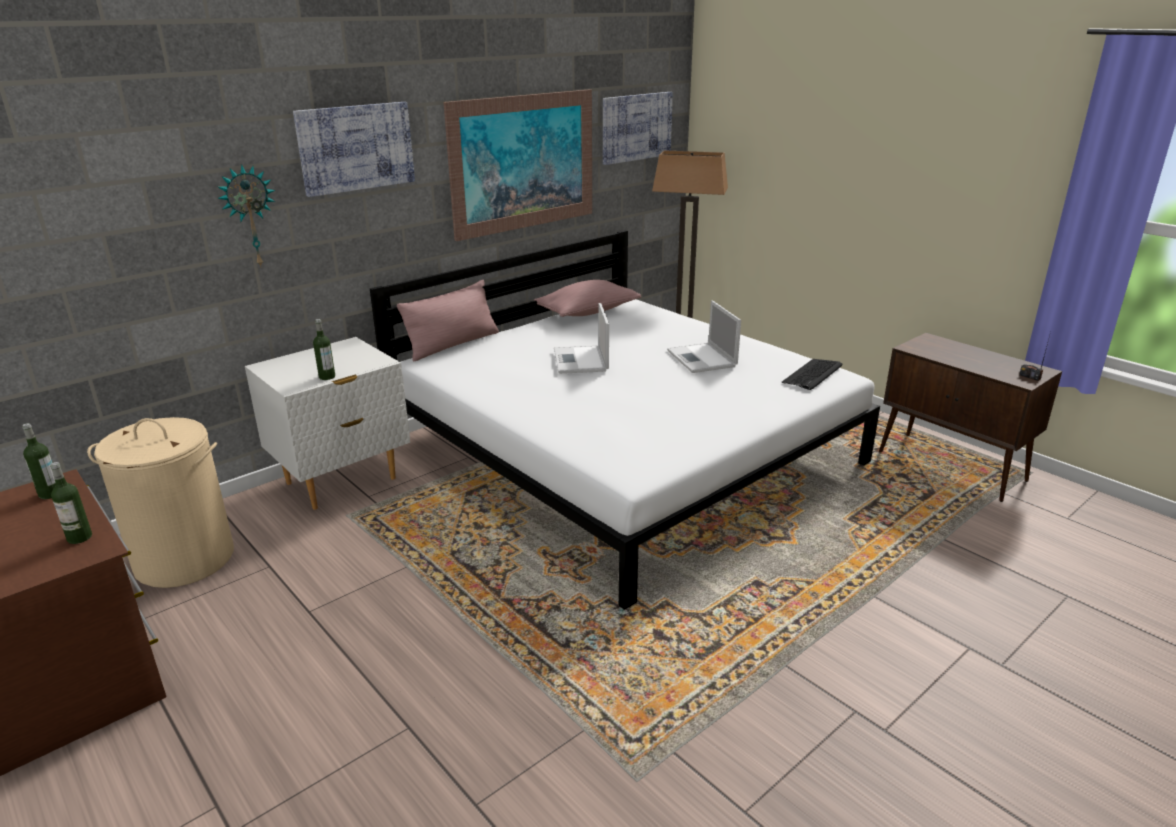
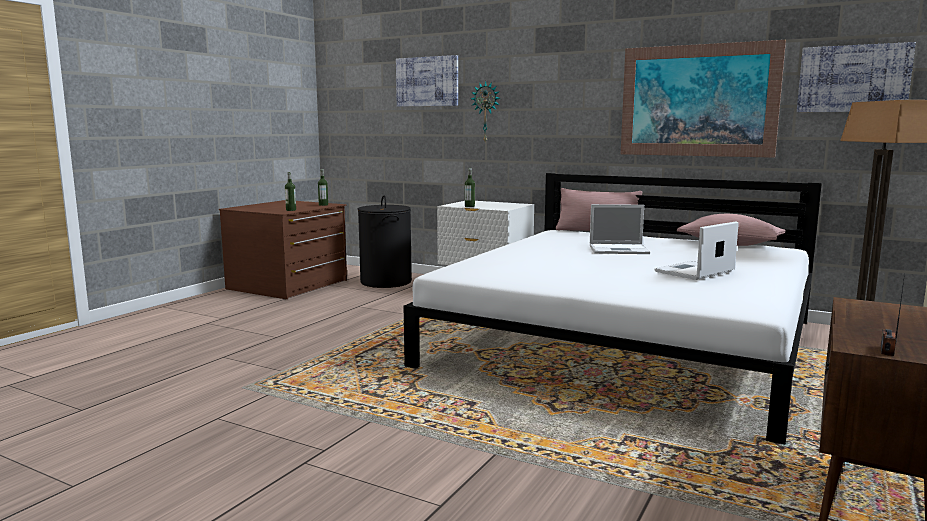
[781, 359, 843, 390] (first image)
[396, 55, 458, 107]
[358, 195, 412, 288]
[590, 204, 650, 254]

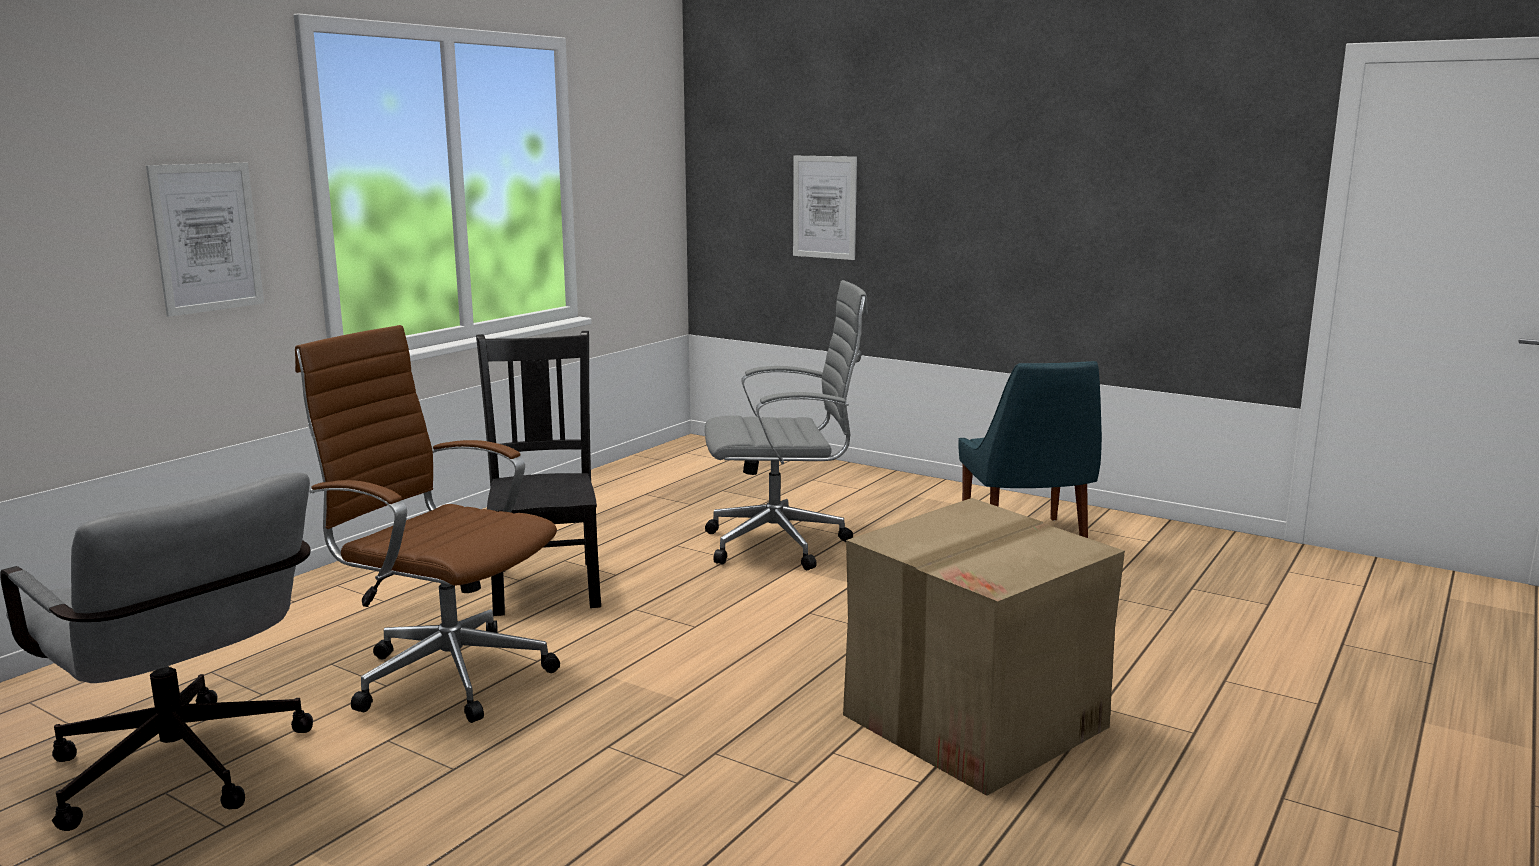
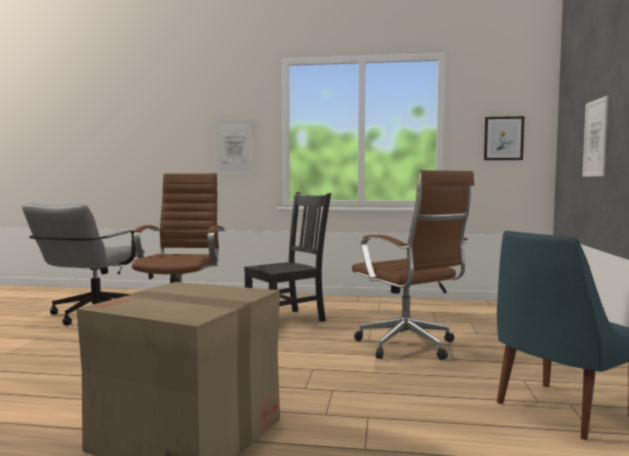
[484, 116, 524, 160]
[352, 170, 474, 360]

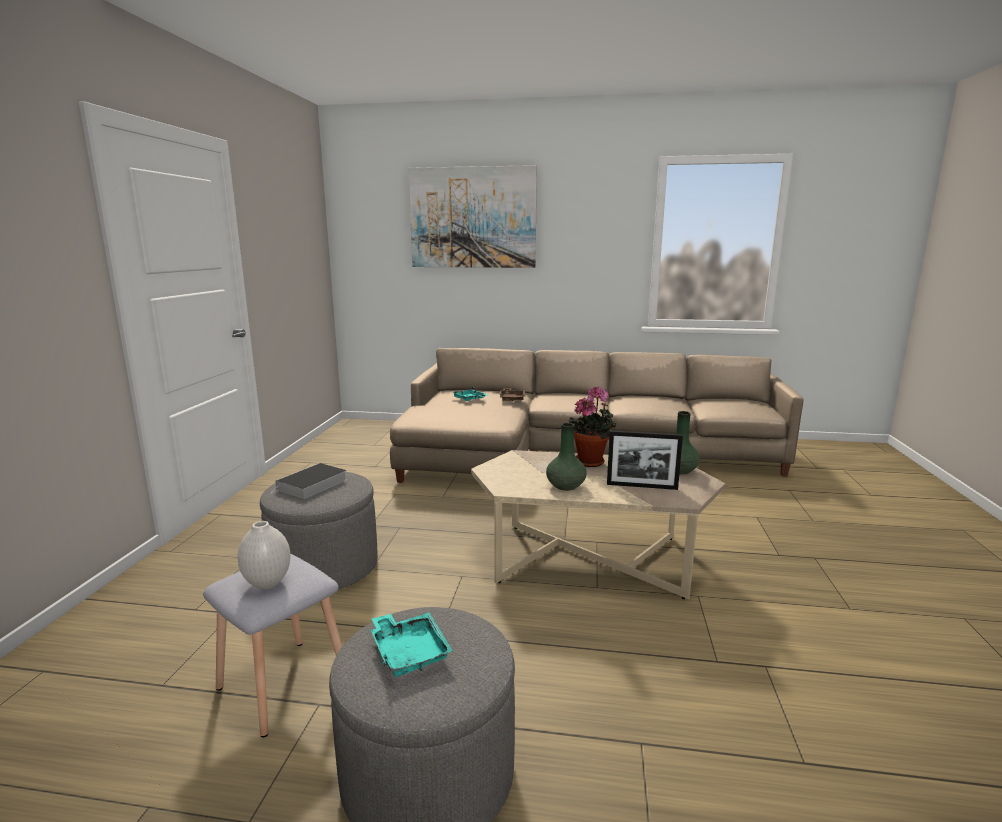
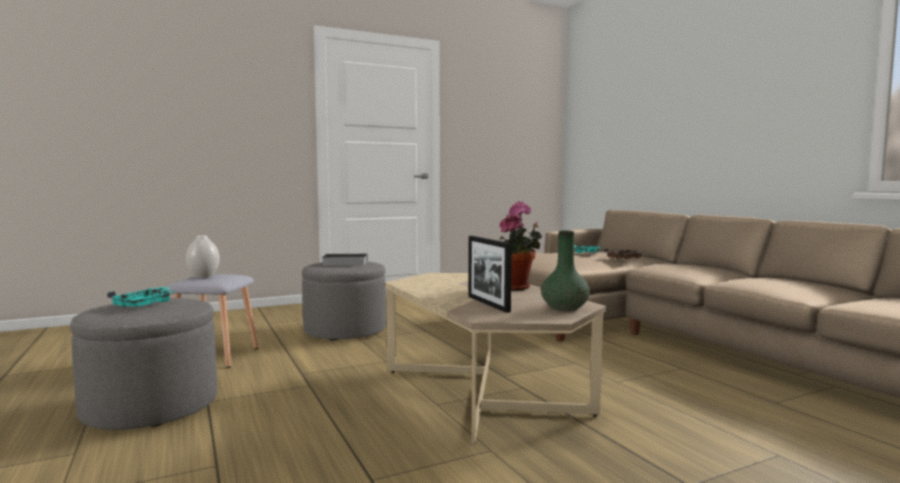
[408, 165, 537, 268] (first image)
[546, 423, 587, 491] (first image)

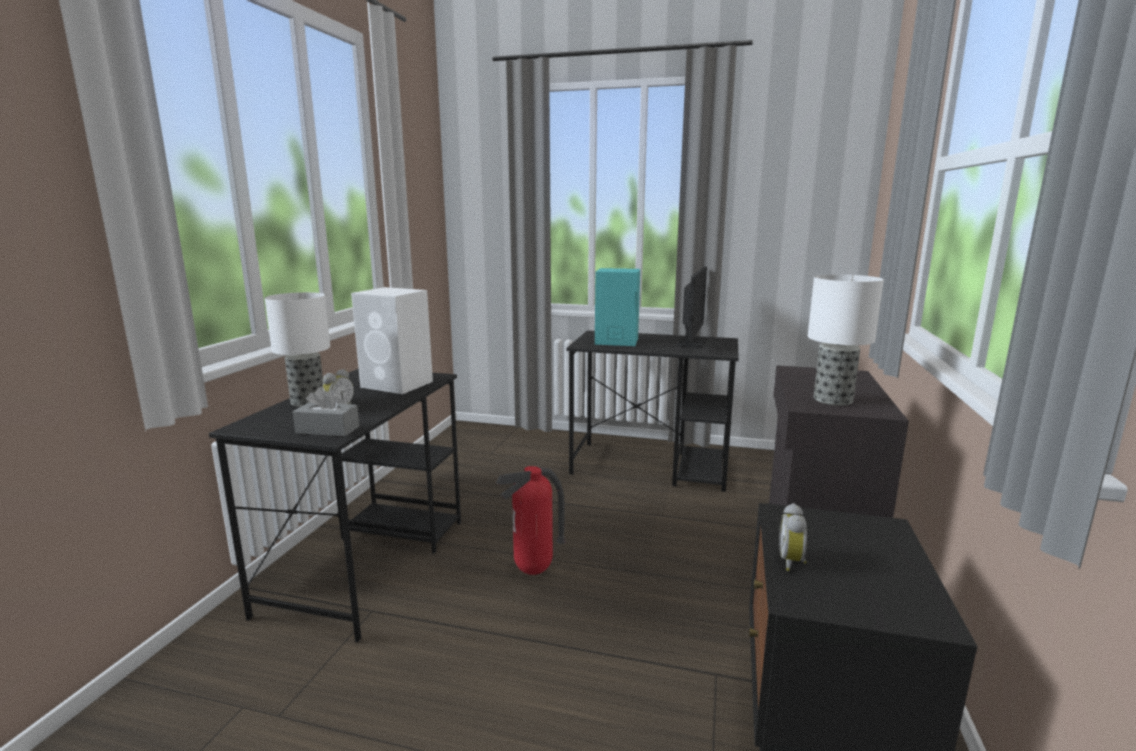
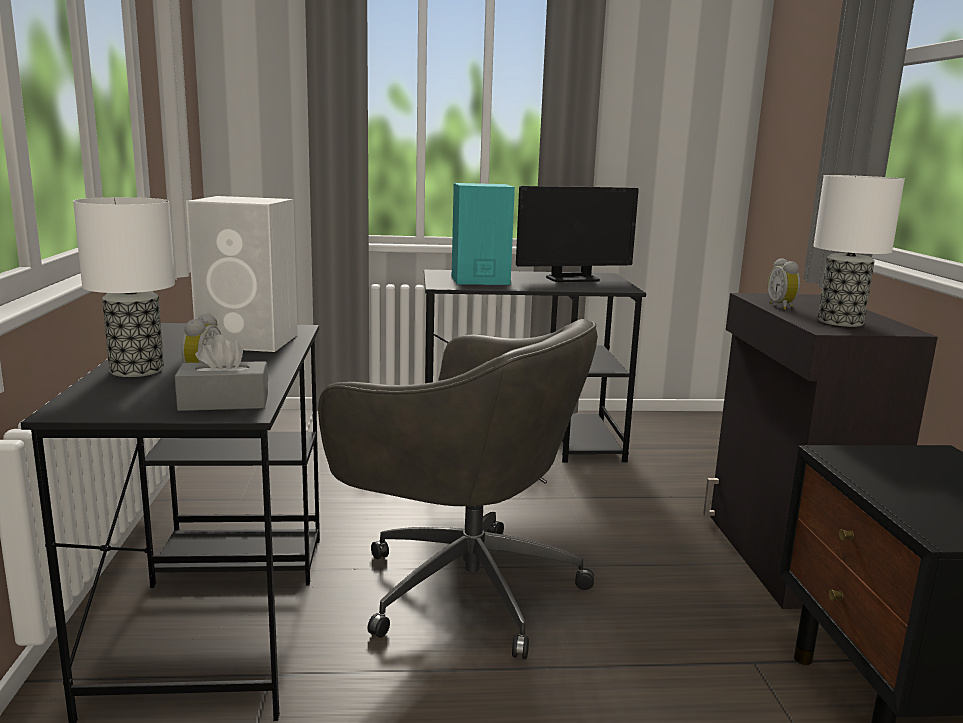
[768, 258, 800, 310]
[318, 319, 598, 659]
[516, 186, 639, 282]

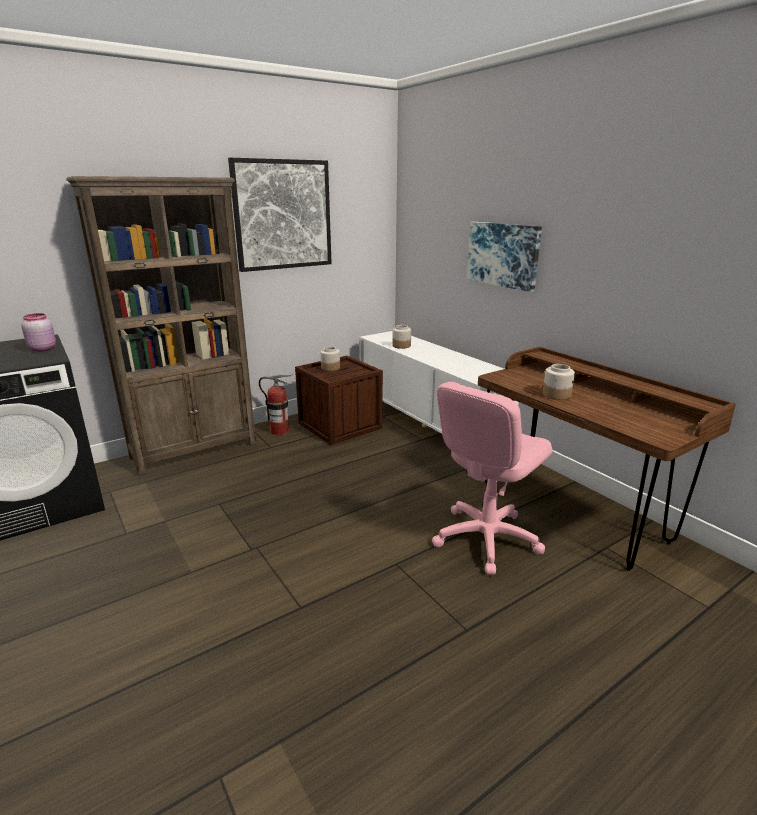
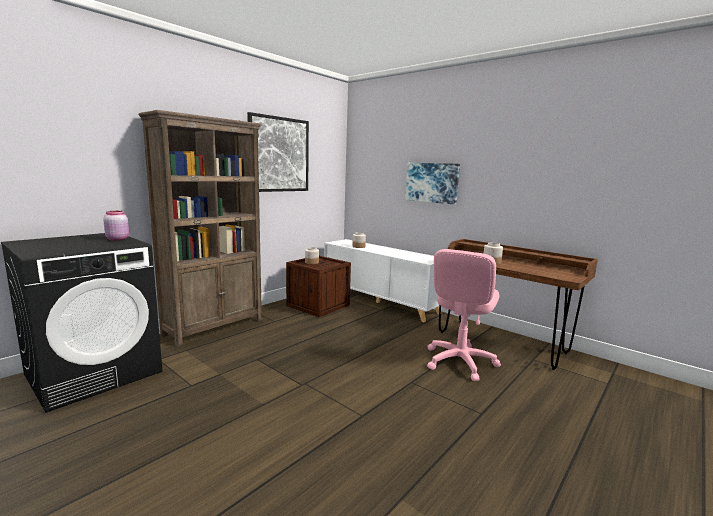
[259, 374, 293, 435] (first image)

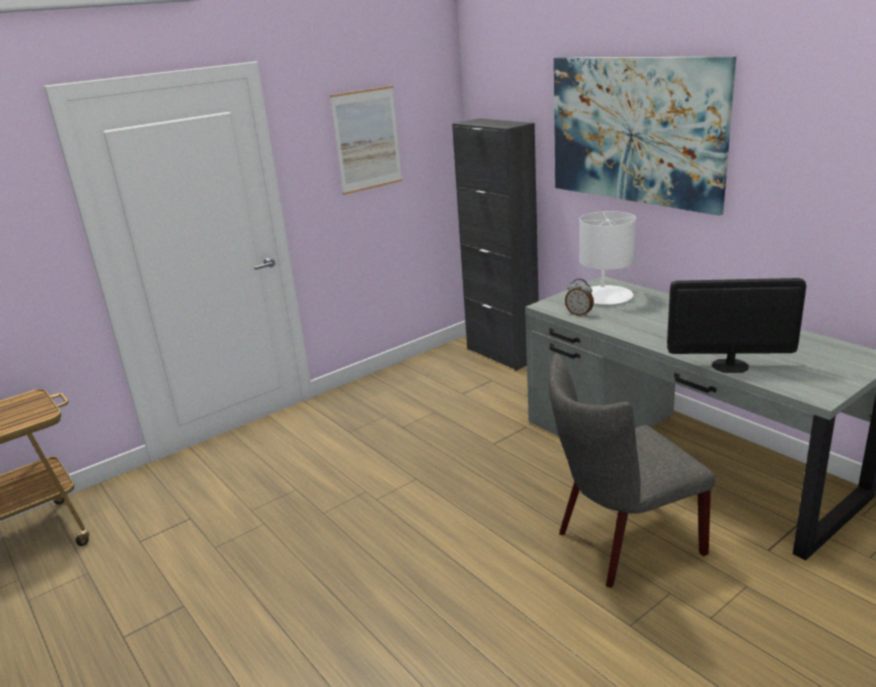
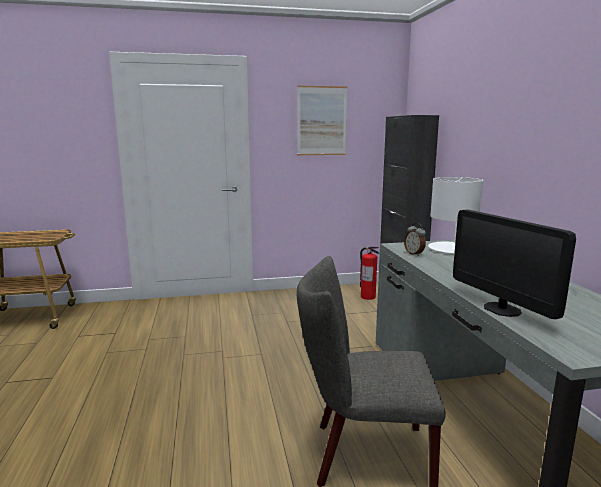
[554, 56, 736, 216] (first image)
[360, 247, 379, 300]
[453, 209, 576, 319]

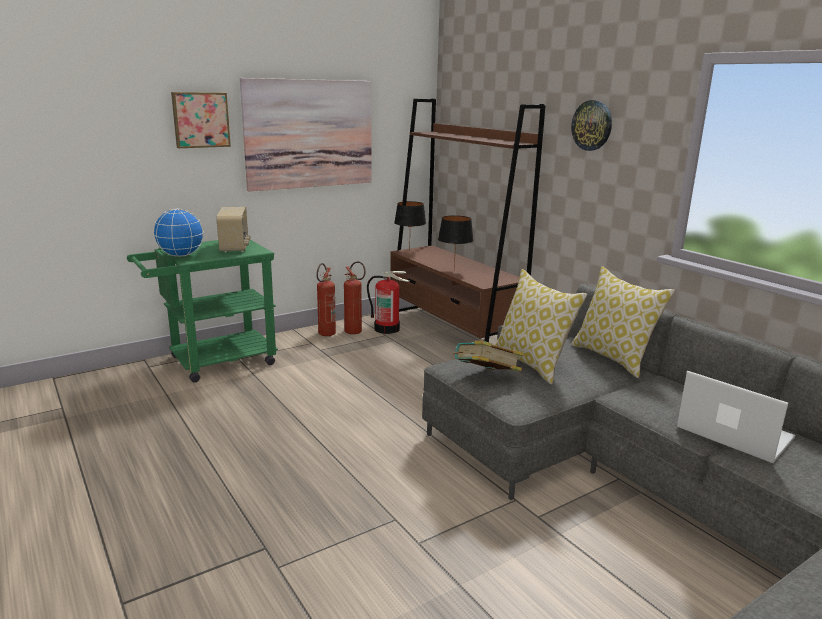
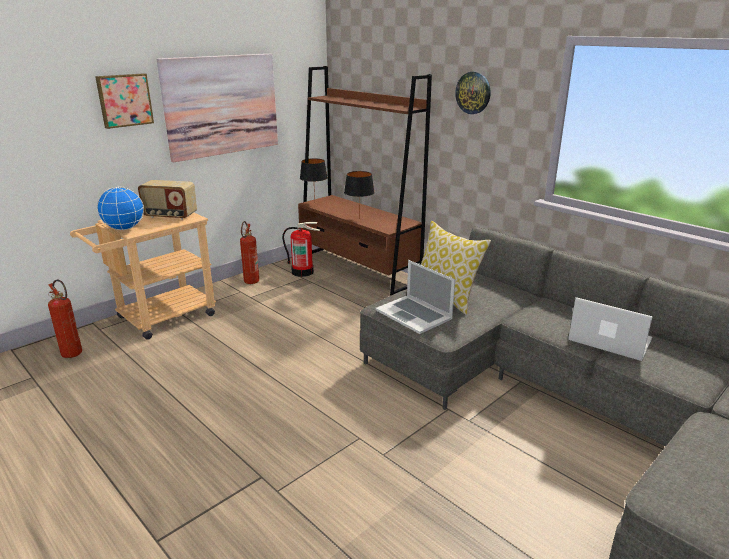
[571, 266, 675, 378] (first image)
[48, 279, 82, 358]
[376, 260, 455, 334]
[70, 213, 216, 340]
[138, 180, 197, 220]

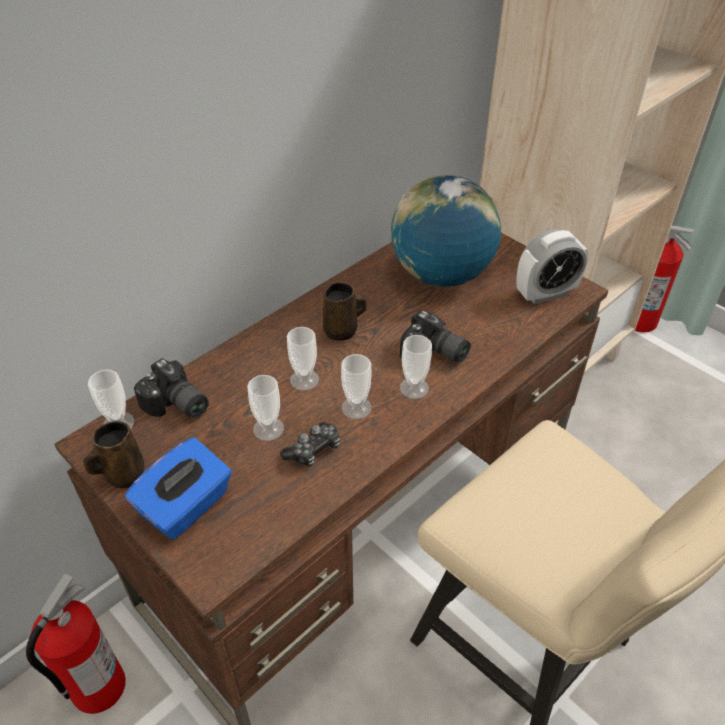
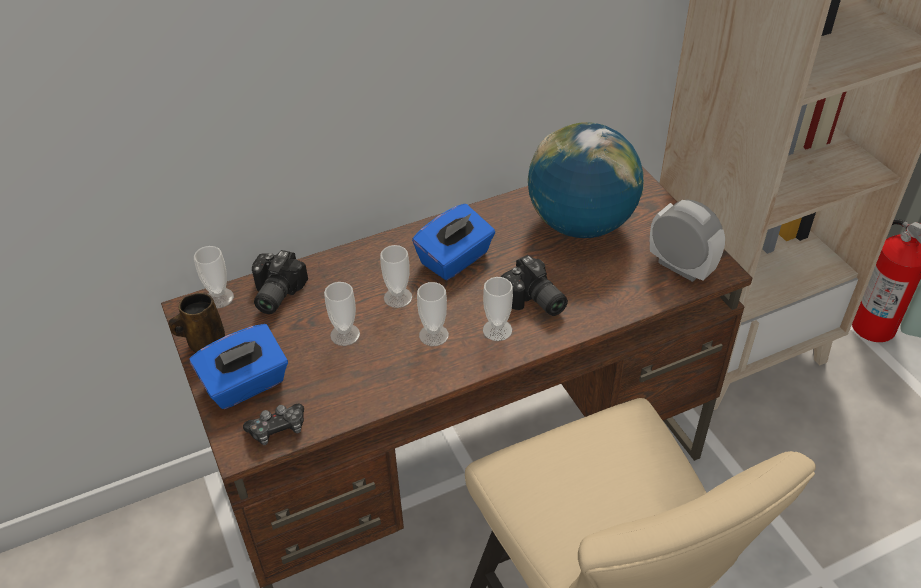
[26, 573, 126, 714] (first image)
[243, 404, 304, 445]
[412, 204, 495, 280]
[252, 250, 308, 314]
[650, 200, 725, 282]

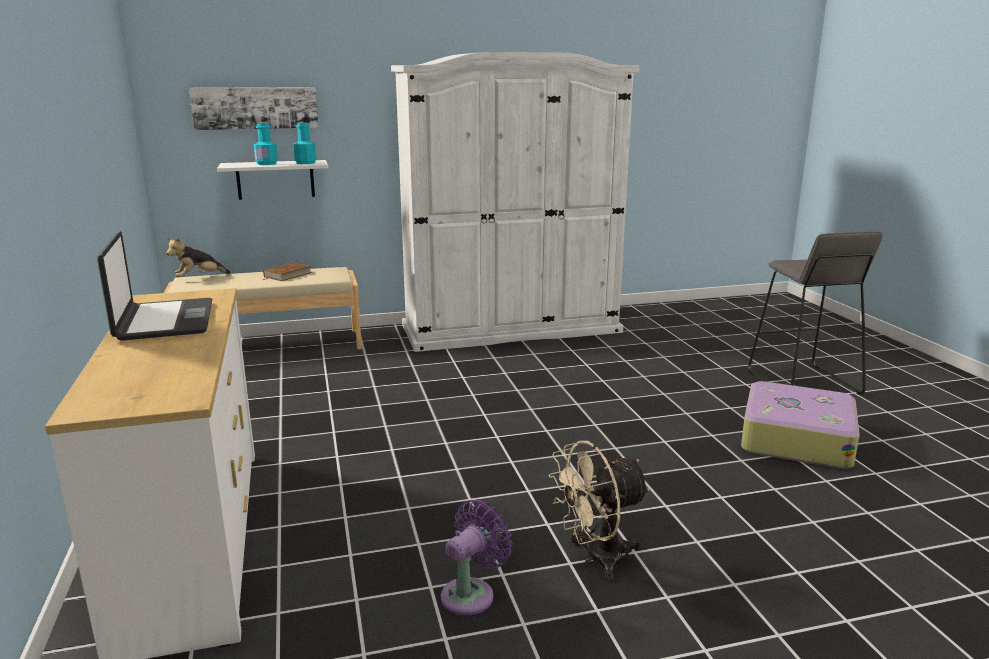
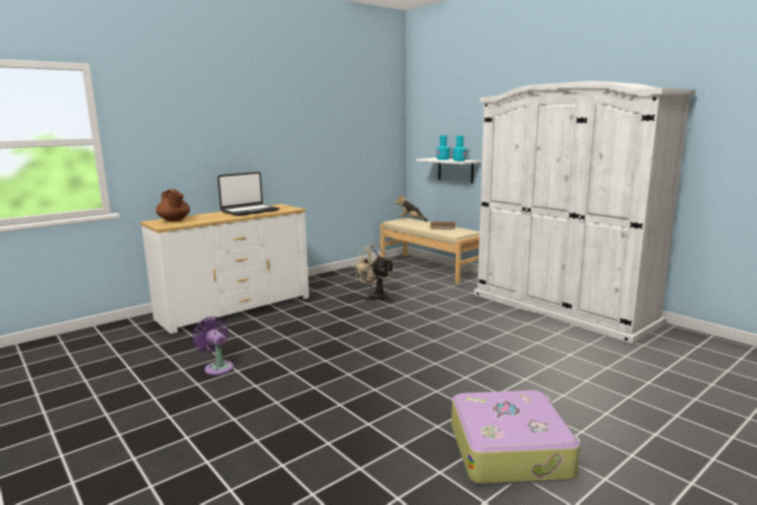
[189, 87, 318, 130] (first image)
[748, 231, 883, 394] (first image)
[156, 189, 190, 221]
[353, 244, 395, 302]
[192, 317, 234, 375]

